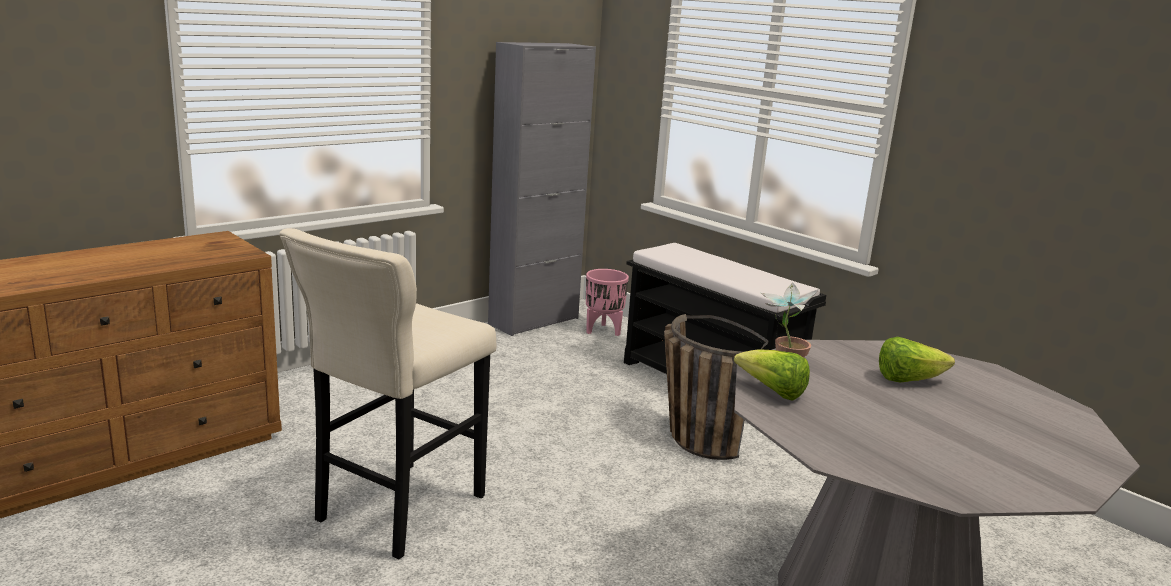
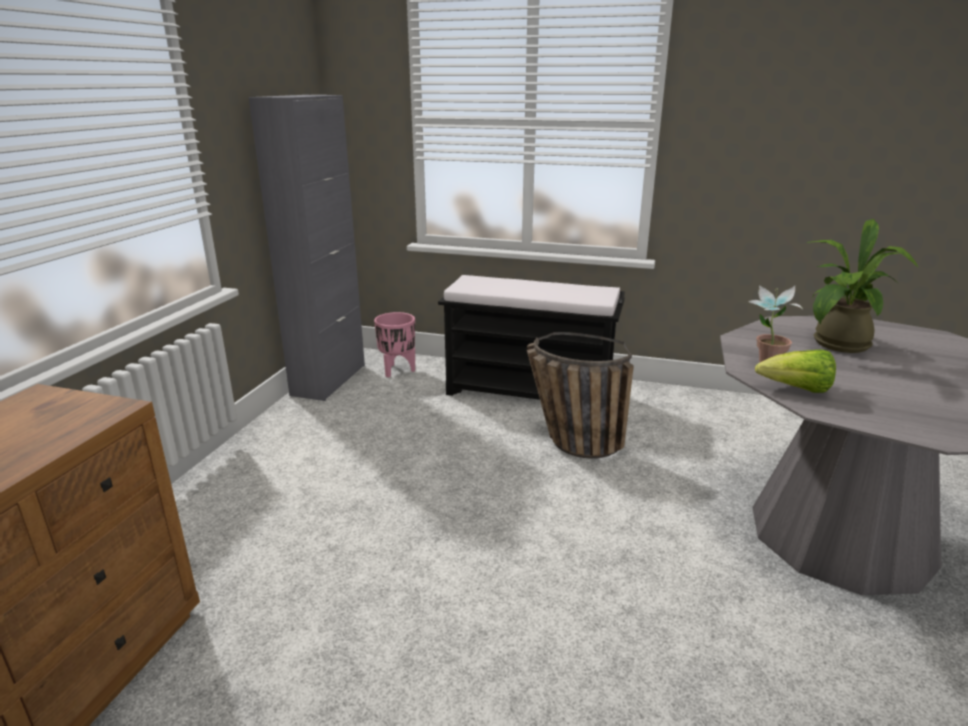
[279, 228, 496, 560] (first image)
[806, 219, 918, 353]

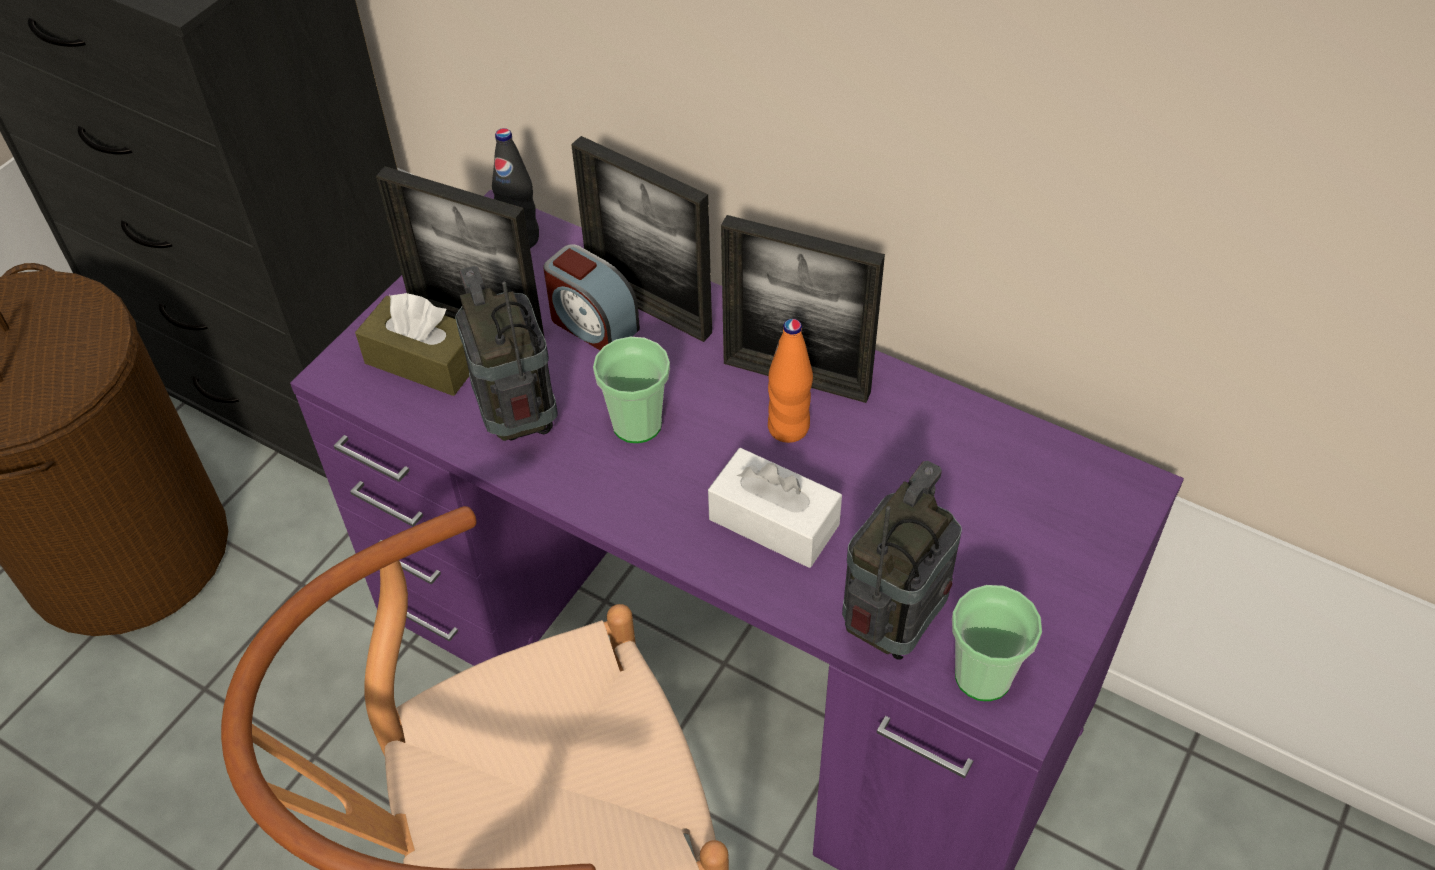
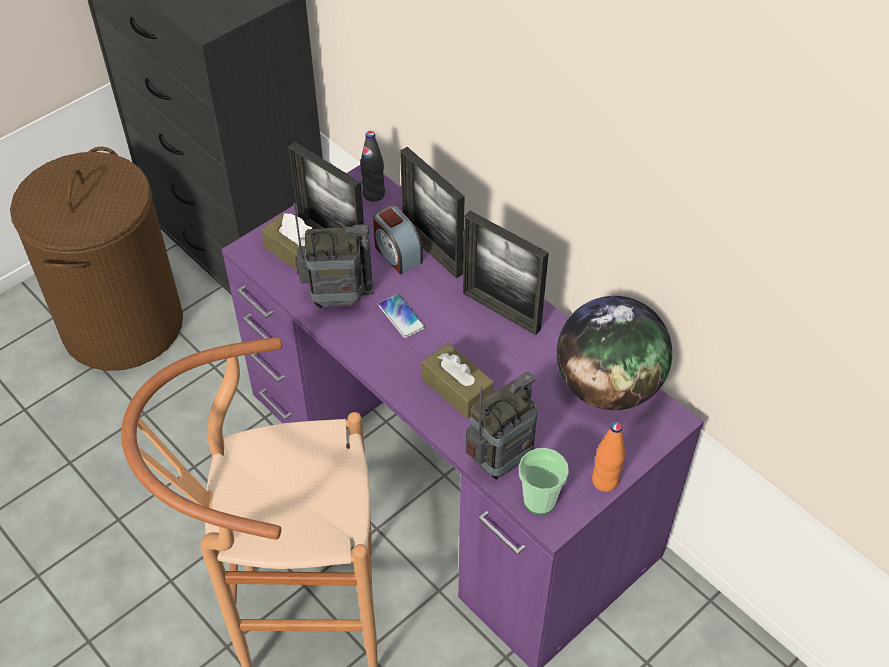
[557, 296, 672, 410]
[592, 422, 626, 492]
[378, 294, 425, 338]
[422, 343, 494, 419]
[293, 203, 374, 308]

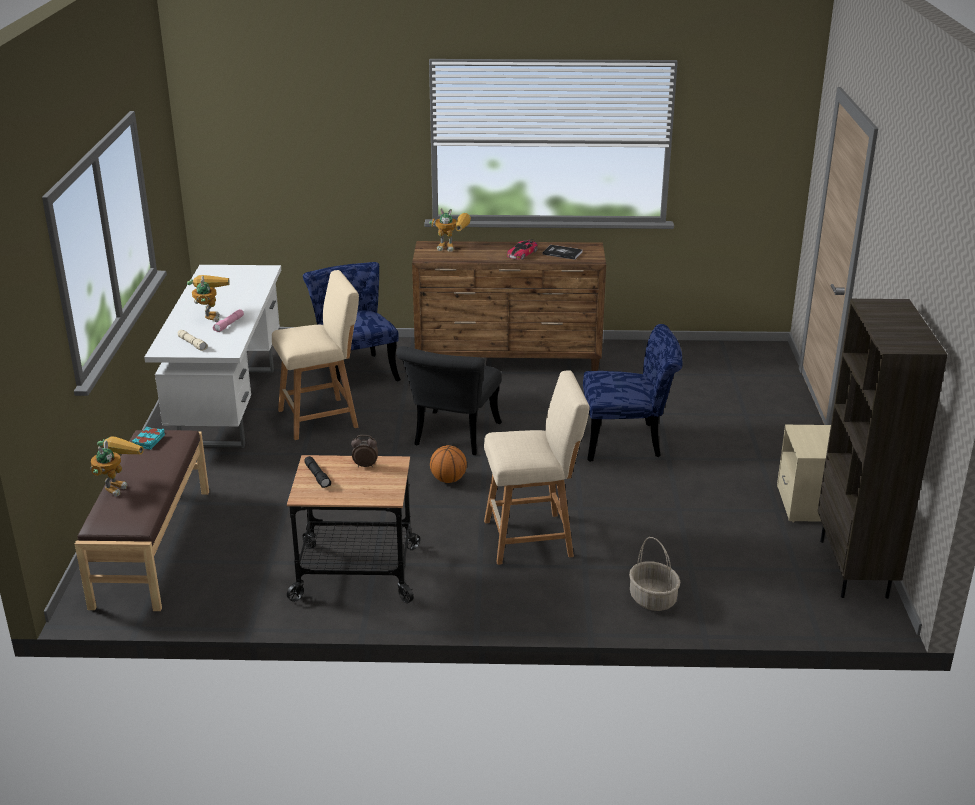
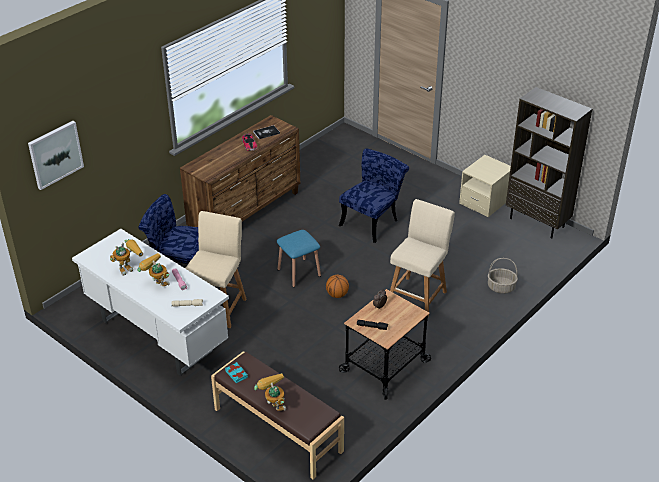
[28, 121, 84, 190]
[110, 239, 143, 276]
[277, 230, 321, 287]

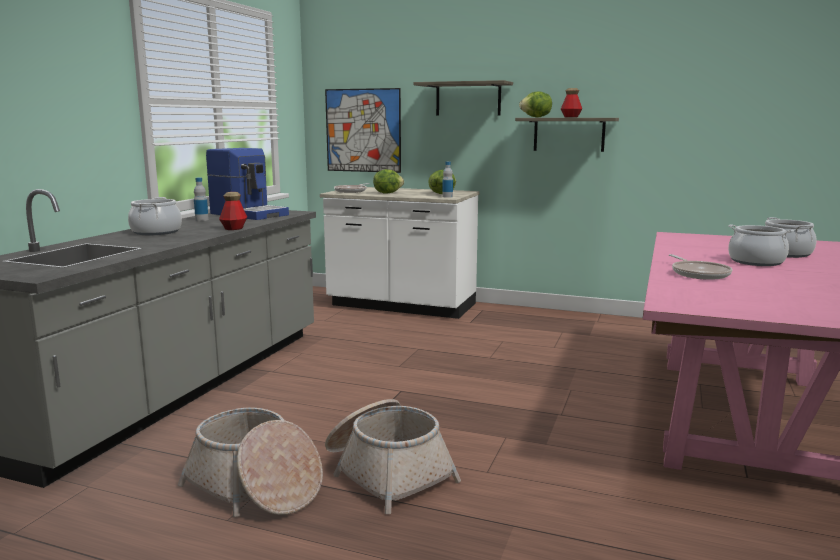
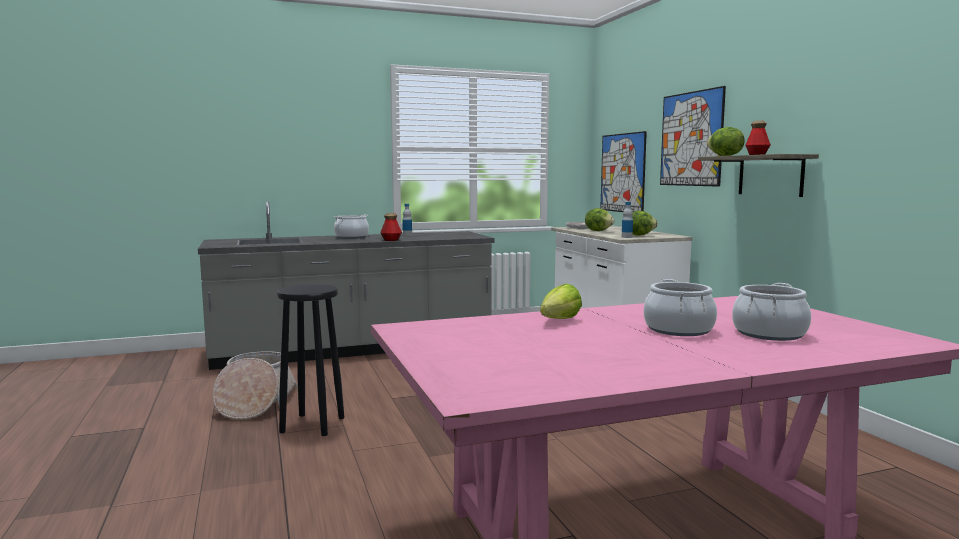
[206, 148, 289, 220] (first image)
[277, 284, 344, 436]
[660, 86, 726, 187]
[540, 284, 582, 319]

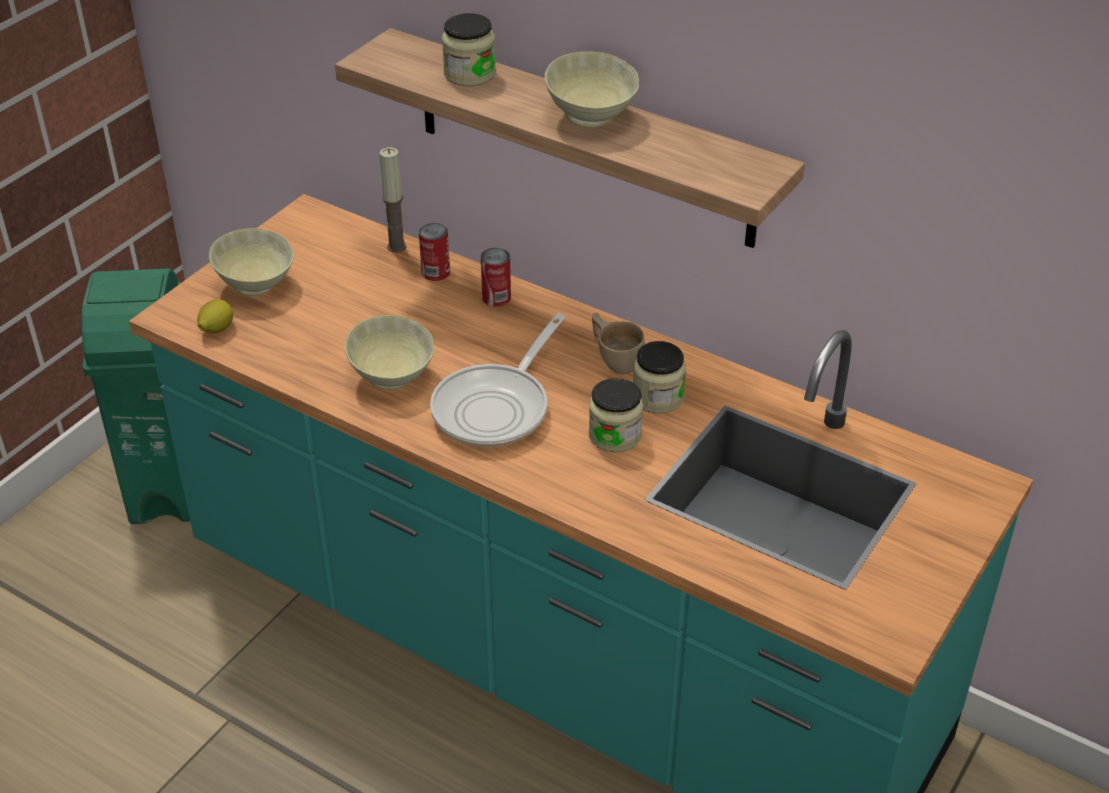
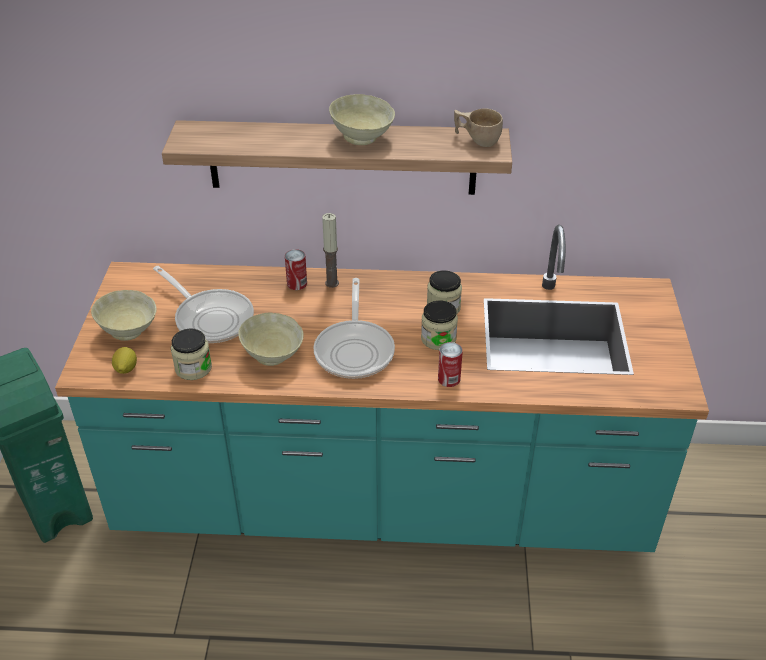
[153, 266, 254, 343]
[322, 213, 339, 288]
[438, 342, 463, 387]
[171, 328, 212, 380]
[454, 108, 503, 147]

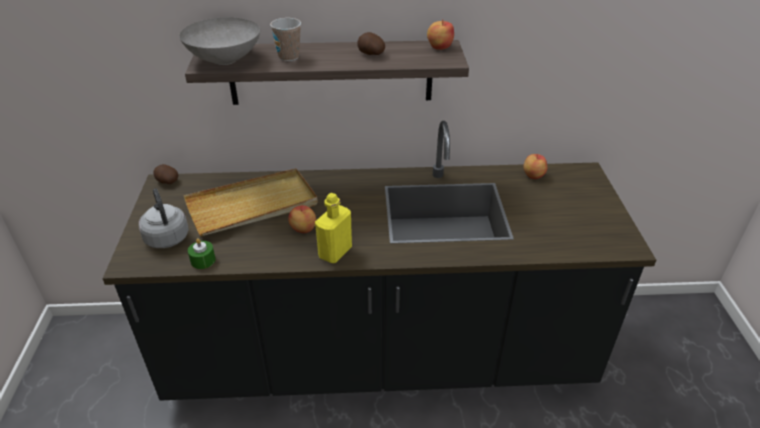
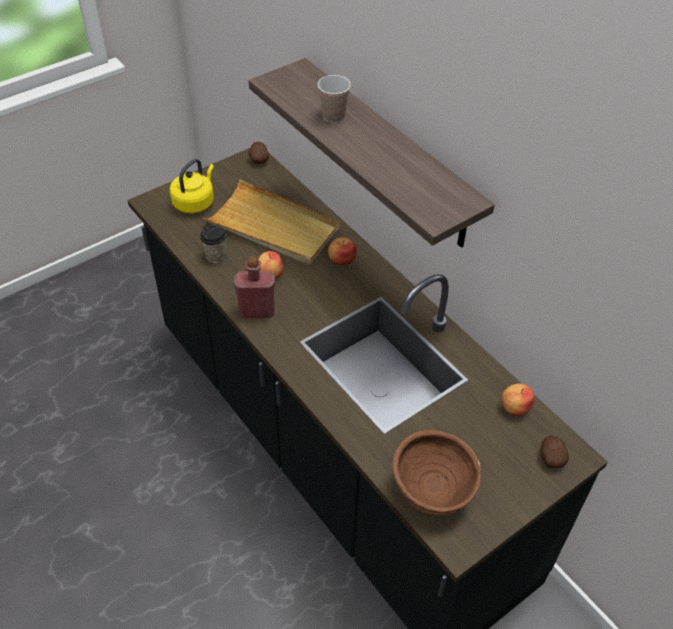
[179, 17, 260, 65] (first image)
[188, 238, 216, 269] (first image)
[200, 224, 227, 263]
[393, 430, 481, 515]
[540, 436, 569, 468]
[328, 237, 357, 265]
[170, 159, 214, 213]
[234, 257, 275, 318]

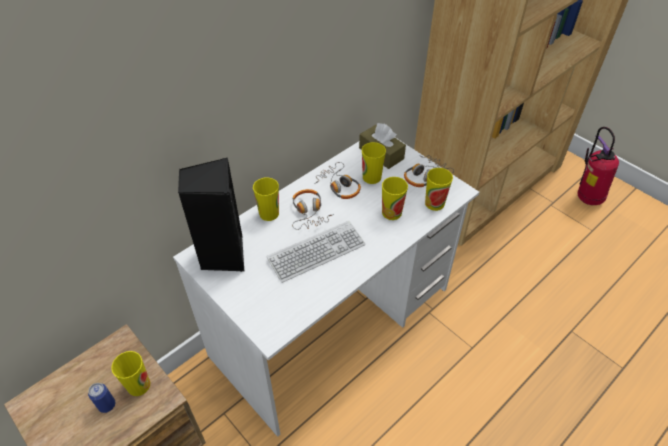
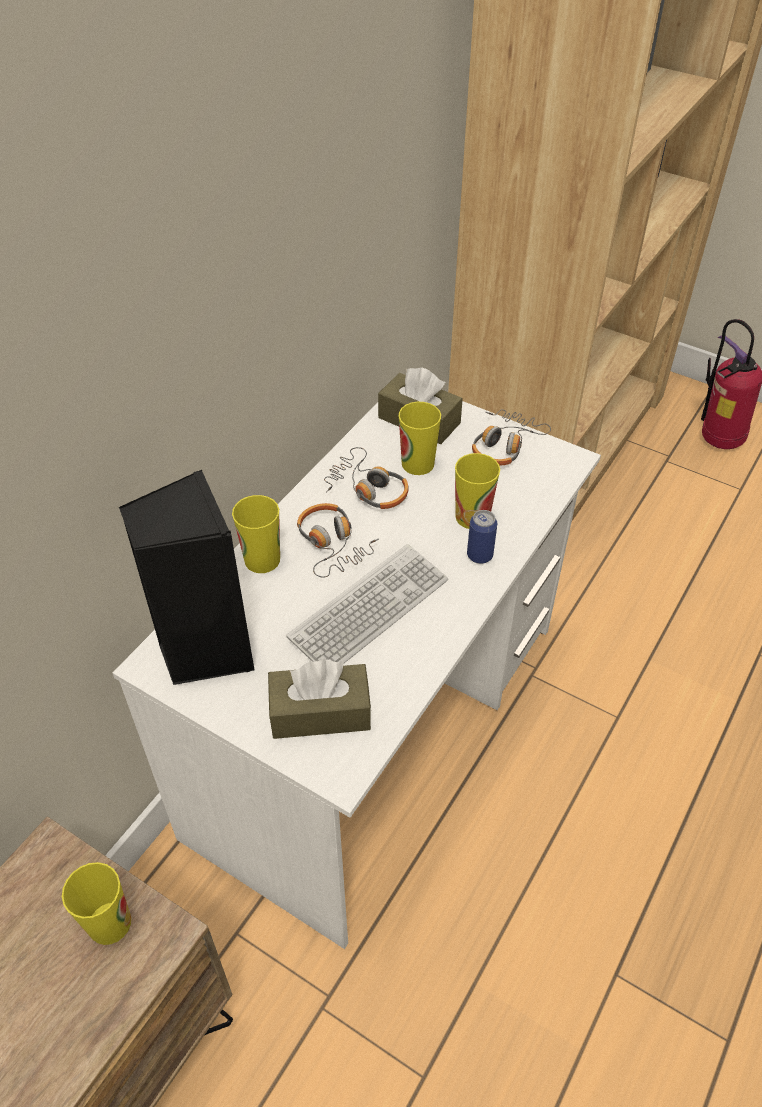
[425, 168, 453, 211] (first image)
[268, 659, 371, 739]
[467, 510, 497, 564]

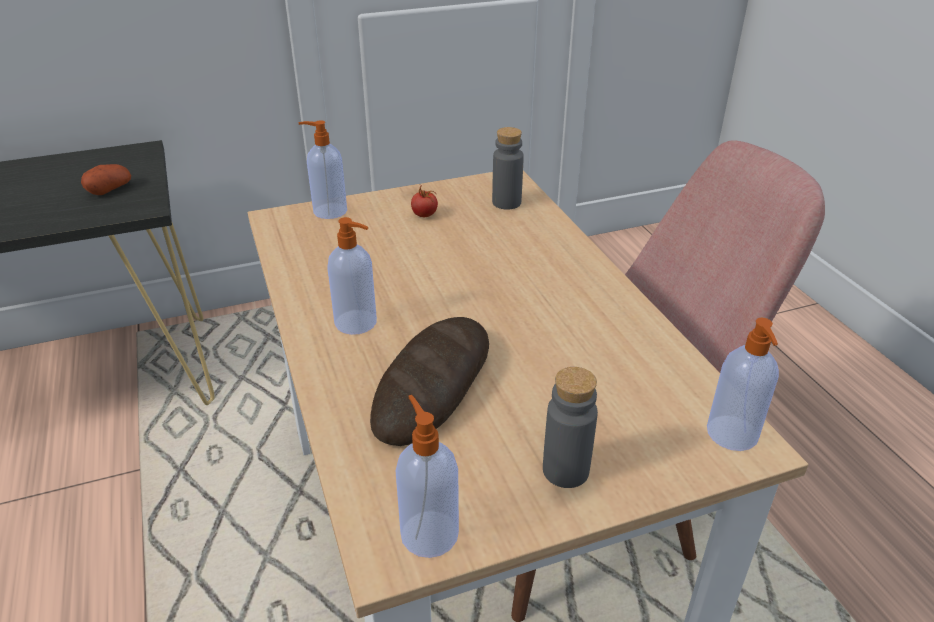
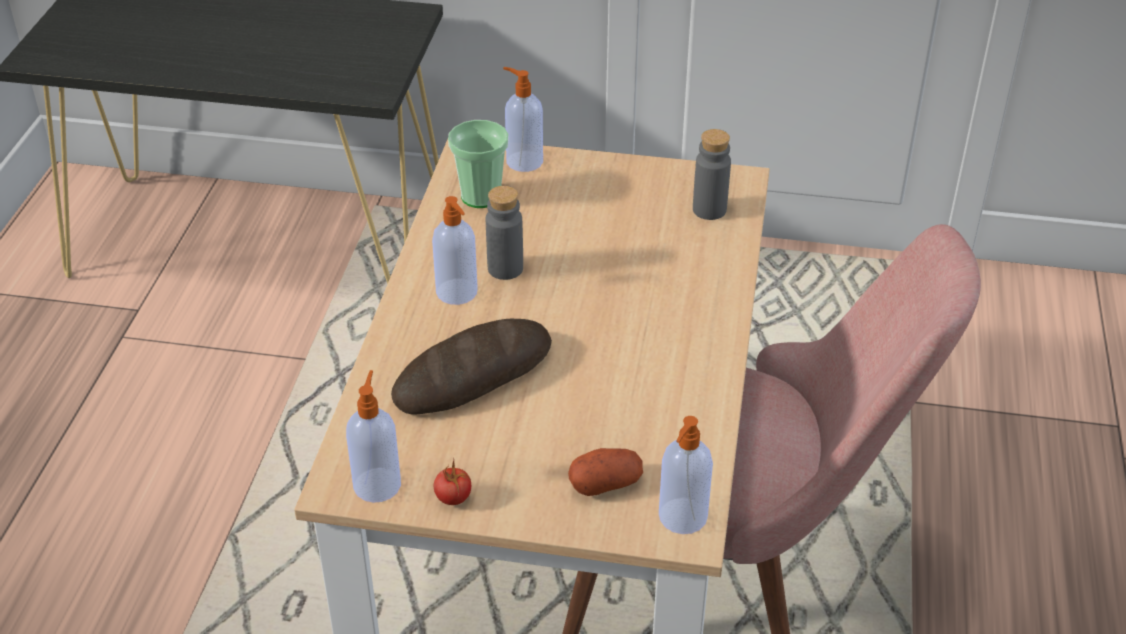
[448, 120, 508, 208]
[568, 448, 643, 496]
[434, 460, 471, 505]
[486, 186, 523, 280]

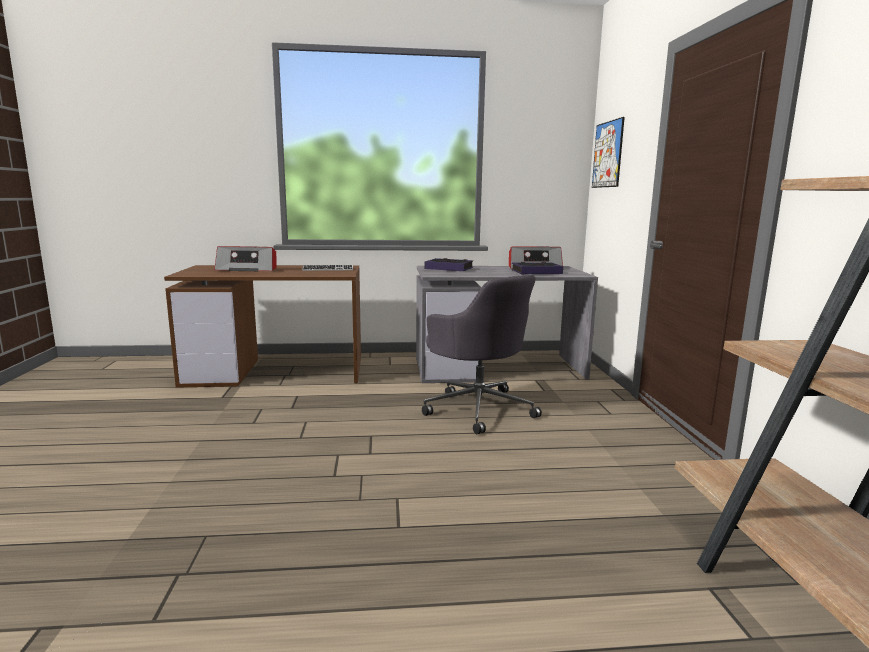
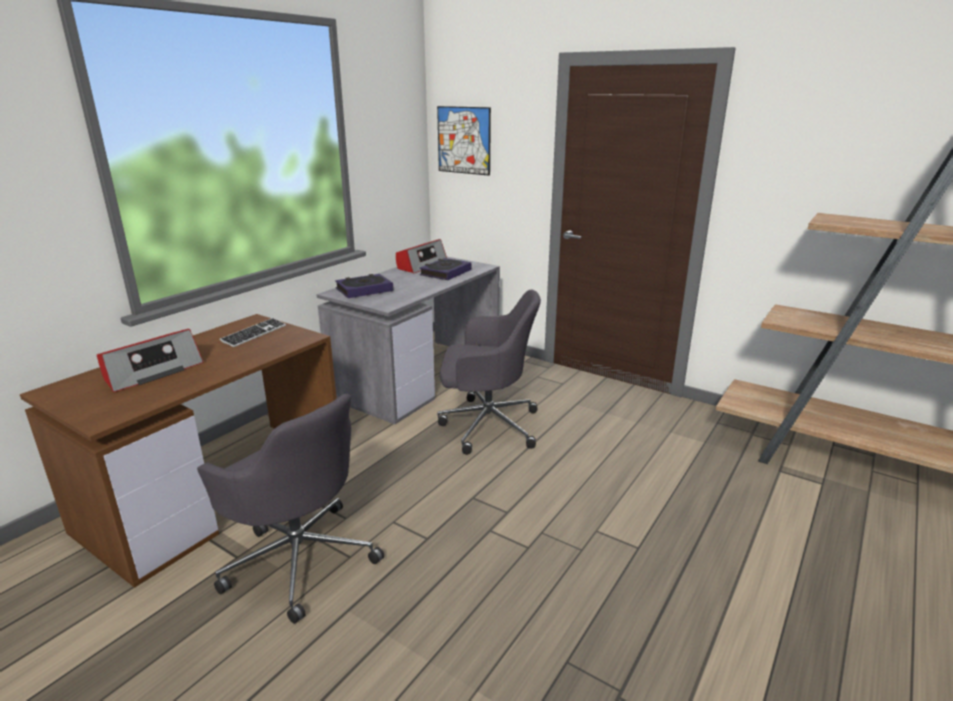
[197, 394, 384, 624]

